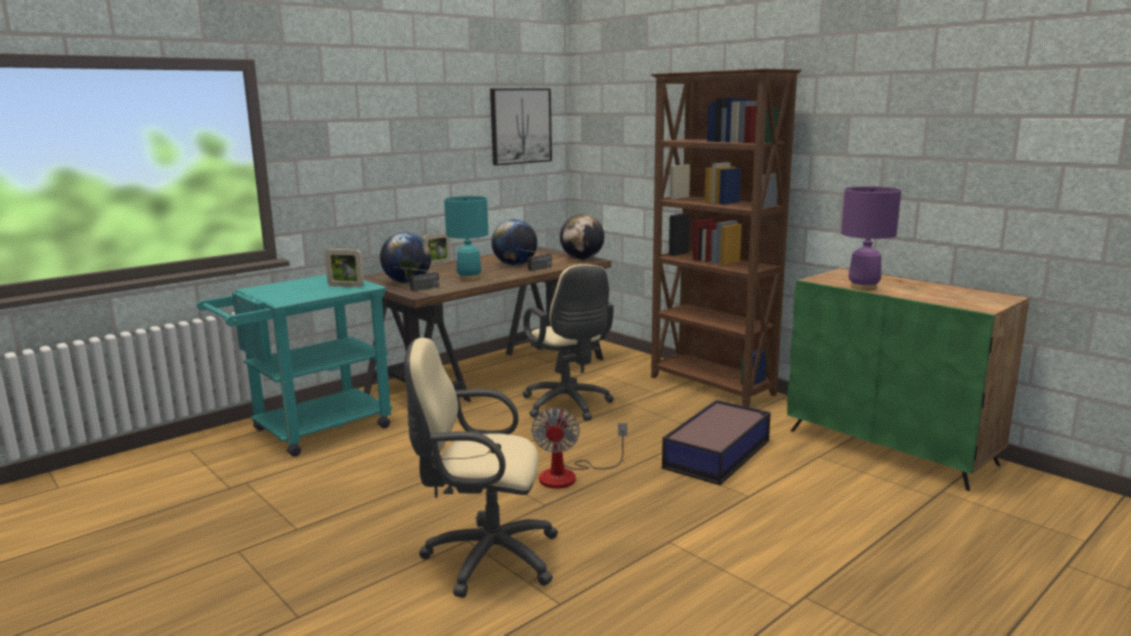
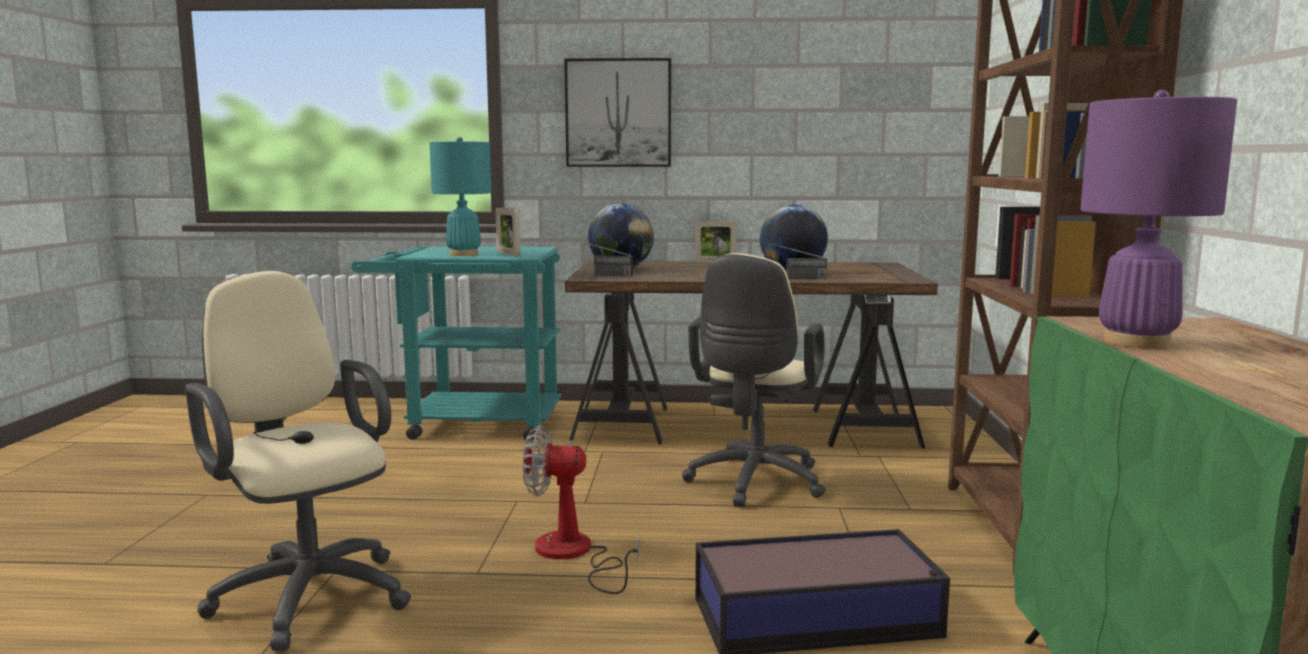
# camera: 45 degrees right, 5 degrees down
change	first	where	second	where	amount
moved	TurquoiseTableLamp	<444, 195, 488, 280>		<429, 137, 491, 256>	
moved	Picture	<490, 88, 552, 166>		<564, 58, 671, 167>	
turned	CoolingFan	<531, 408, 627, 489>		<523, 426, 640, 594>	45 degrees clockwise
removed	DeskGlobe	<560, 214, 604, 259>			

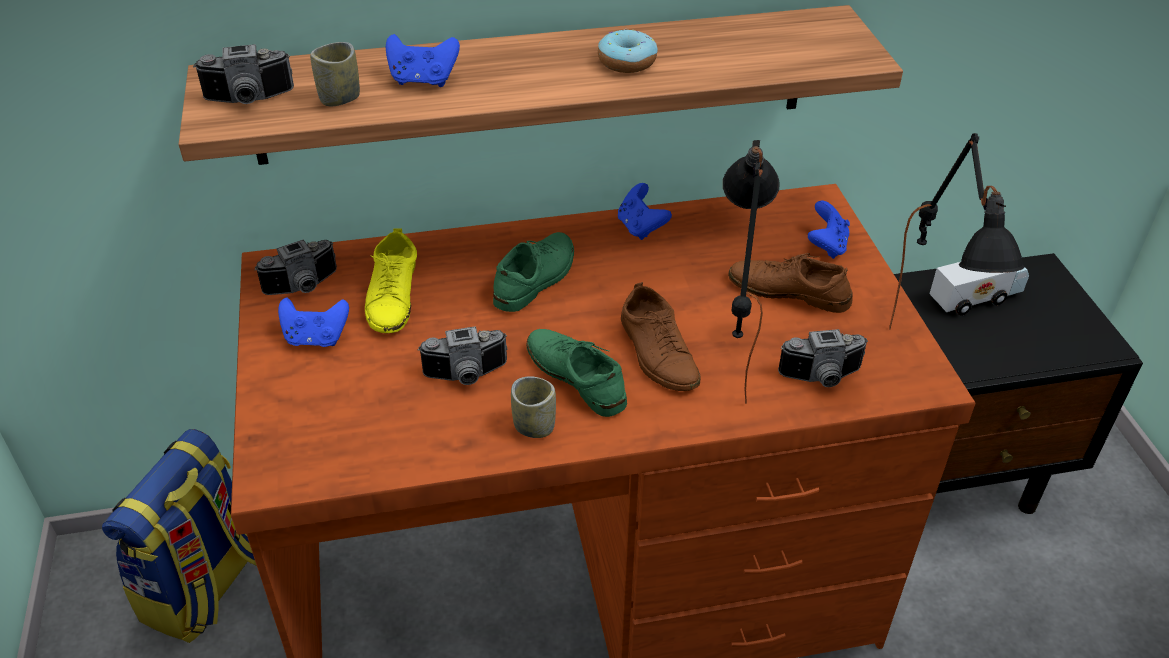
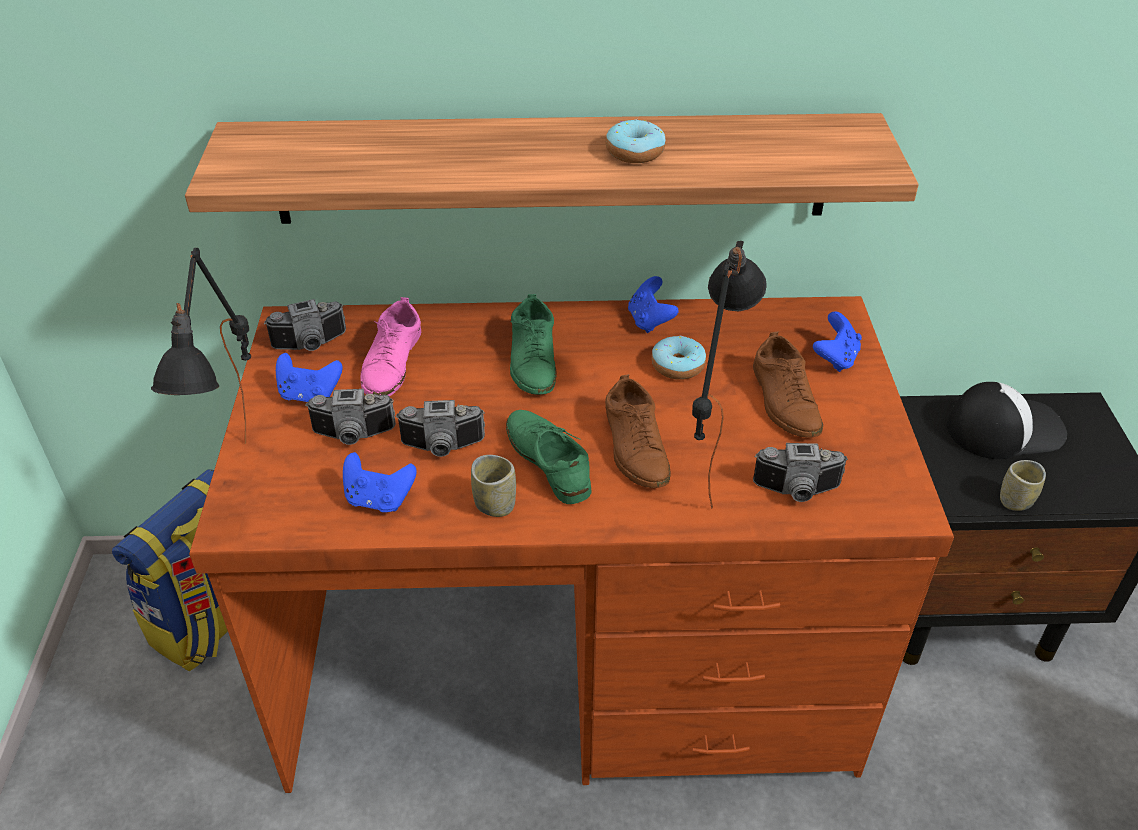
# camera: 10 degrees right, 0 degrees up
change	first	where	second	where	amount
moved	PhotoCamera	<193, 44, 294, 104>		<305, 389, 396, 445>	
moved	DrinkingCup	<310, 42, 360, 106>		<1000, 460, 1046, 511>	
recoloured	YellowShoe	<365, 228, 417, 333>	PinkishShoe	<361, 297, 421, 396>	
moved	BluishJoypad	<386, 34, 460, 87>		<343, 452, 417, 512>	
turned	GreenShoe	<493, 232, 574, 312>		<510, 294, 556, 395>	135 degrees clockwise
turned	BrownShoe	<728, 253, 853, 313>		<753, 331, 823, 438>	135 degrees counterclockwise
moved	BlackishTableLamp	<889, 133, 1025, 329>		<151, 248, 251, 444>	
replaced	ToyTruck	<929, 262, 1029, 316>	BaseballCap	<947, 382, 1067, 459>	
added			Donut	<651, 335, 706, 380>	

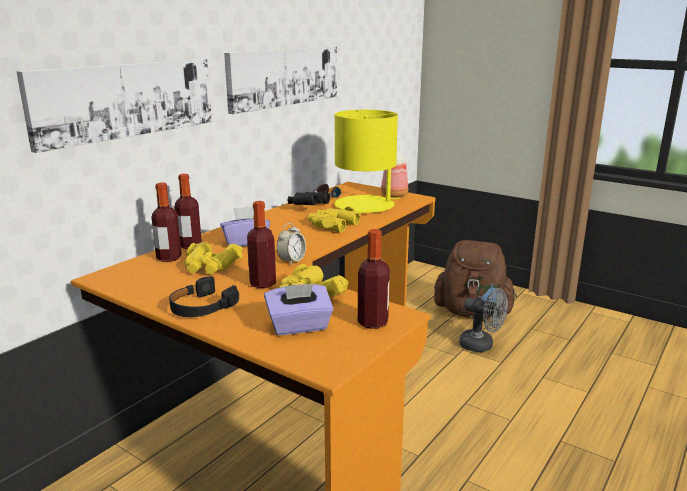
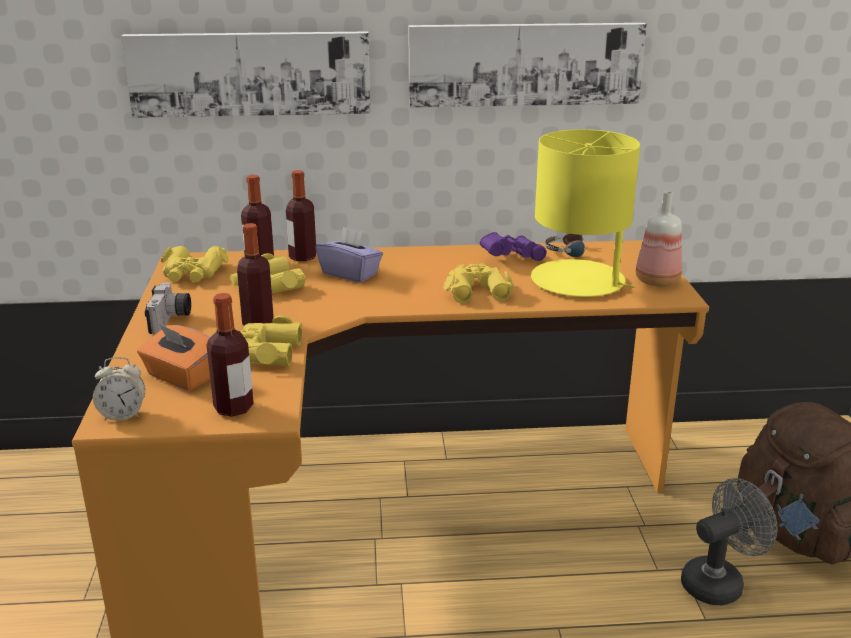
# camera: 50 degrees right, 5 degrees up
change	first	where	second	where	amount
replaced	BlackishHeadphones	<169, 276, 239, 317>	PhotoCamera	<145, 282, 191, 334>	
recoloured	PurplishBoxOfTissues	<264, 284, 333, 335>	OrangeyBoxOfTissues	<137, 323, 210, 390>	
moved	BedsideClock	<277, 223, 306, 265>		<93, 357, 145, 421>	
recoloured	BlackishFieldGlasses	<288, 192, 330, 205>	PurplishFieldGlasses	<480, 232, 547, 261>	
turned	GrayCoolingFan	<459, 288, 508, 352>		<681, 478, 778, 605>	105 degrees counterclockwise
added			YellowFieldGlasses	<161, 246, 229, 282>	

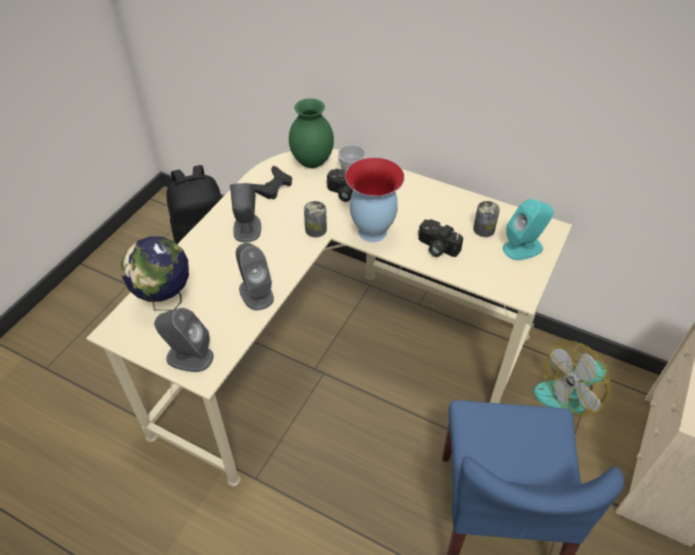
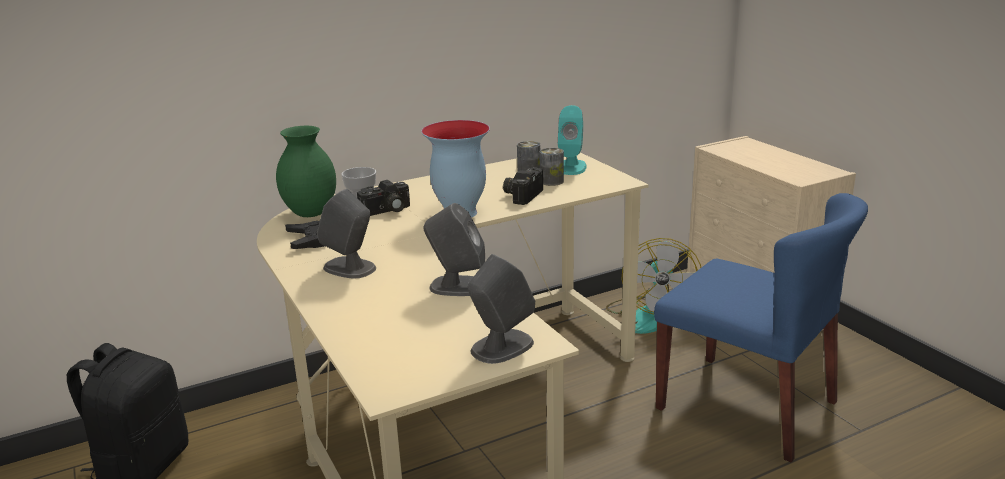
# camera: 55 degrees left, 25 degrees down
change	first	where	second	where	amount
removed	DeskGlobe	<121, 236, 189, 311>			
moved	Can	<304, 201, 327, 237>		<540, 148, 564, 186>	
turned	PhotoCamera	<418, 219, 463, 257>		<503, 167, 543, 205>	135 degrees clockwise

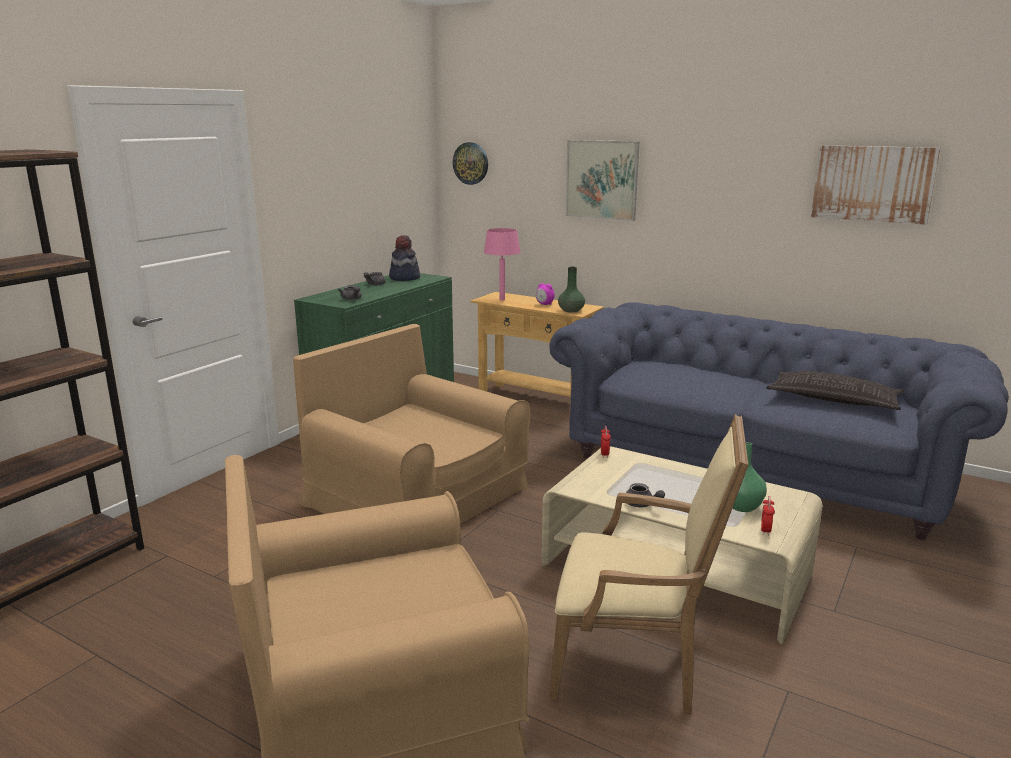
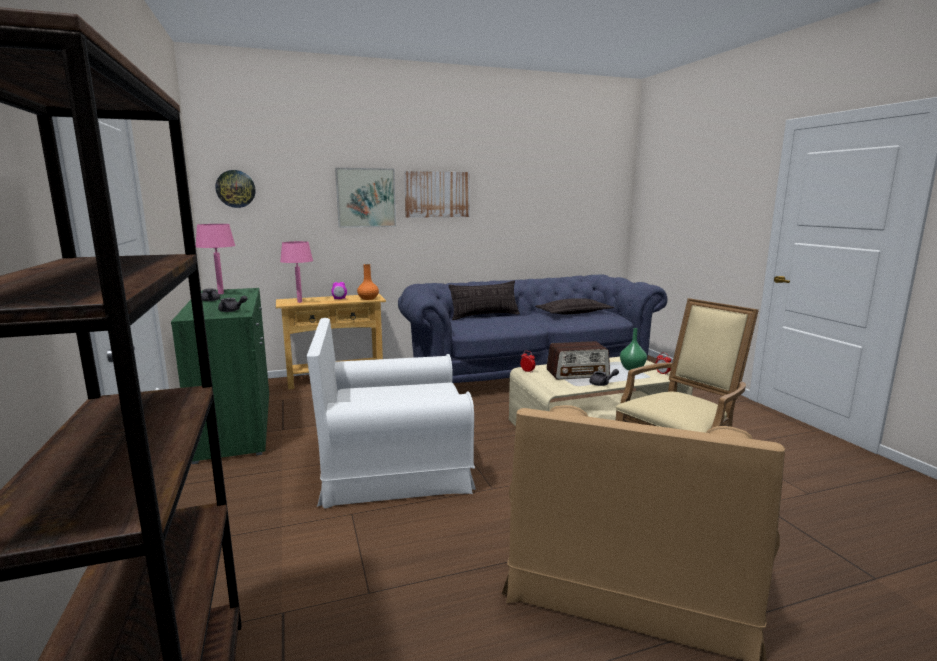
# camera: 50 degrees left, 5 degrees down
change	first	where	second	where	amount
recoloured	BrownLoungeChair	<293, 324, 530, 524>	WhiteColouredLoungeChair	<307, 318, 476, 509>	
replaced	WearableHat	<389, 235, 420, 281>	PinkishTableLamp	<196, 224, 235, 294>	
recoloured	GreenFlowerVase	<558, 267, 585, 313>	OrangeyFlowerVase	<357, 264, 379, 300>	
moved	Picture	<811, 145, 941, 225>		<404, 171, 470, 218>	
added			Cushion	<449, 280, 520, 320>	
added			Radio	<546, 341, 610, 380>	

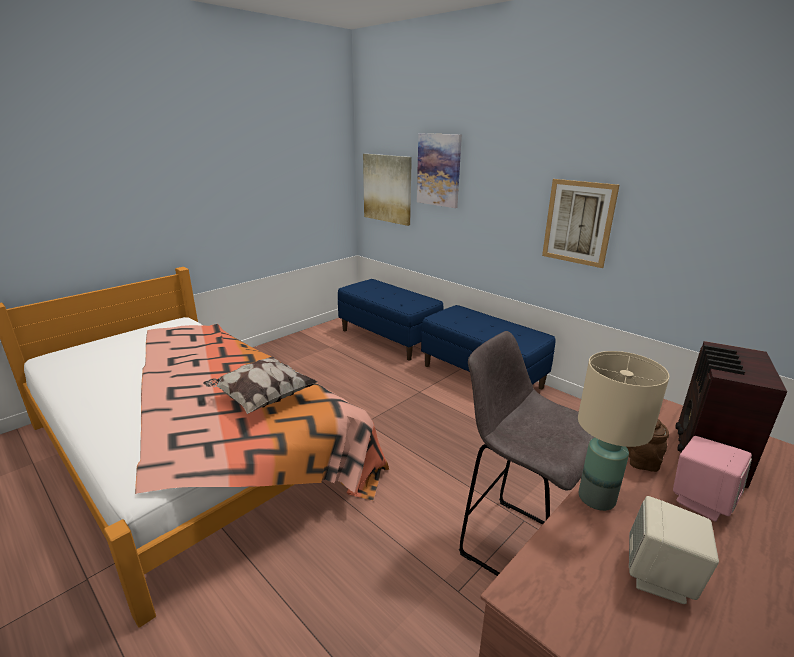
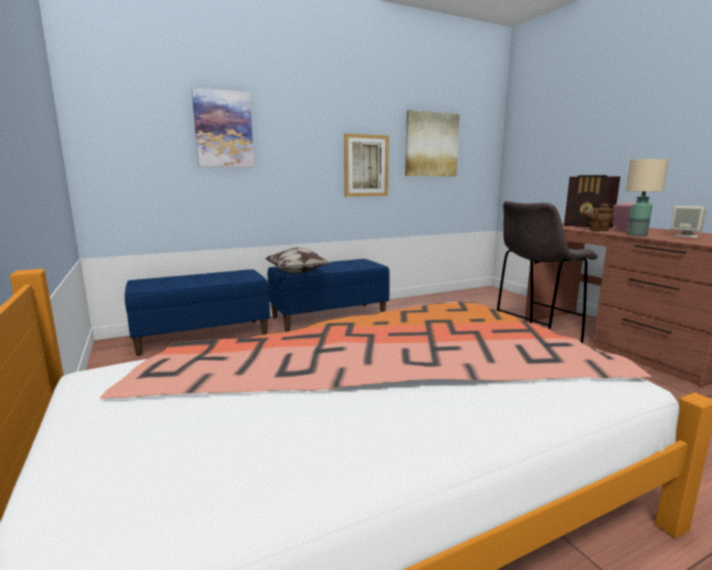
# camera: 70 degrees left, 10 degrees down
change	first	where	second	where	amount
moved	Cushion	<203, 356, 318, 414>		<265, 247, 331, 274>	
moved	Picture	<363, 154, 412, 226>		<405, 110, 460, 176>	

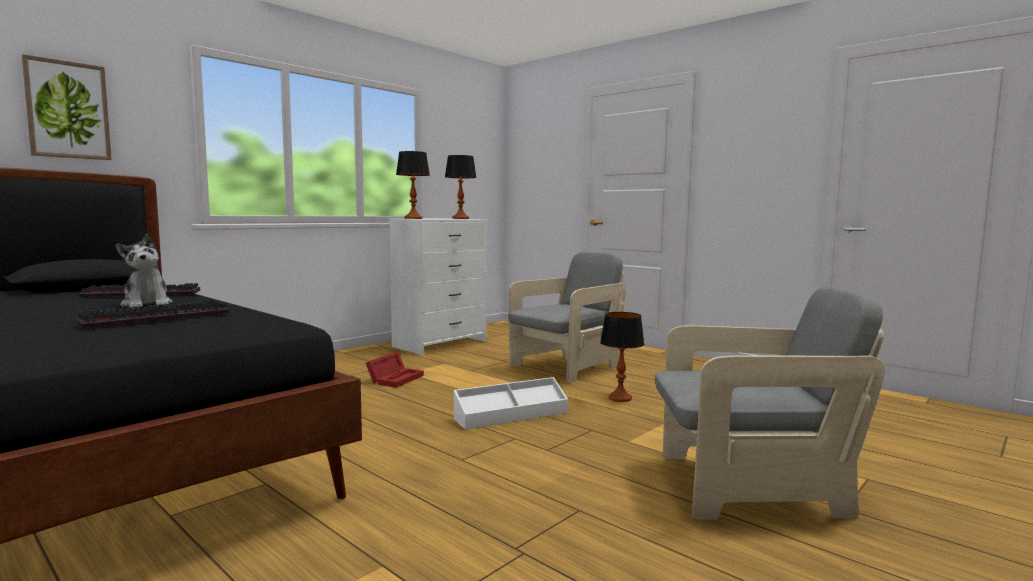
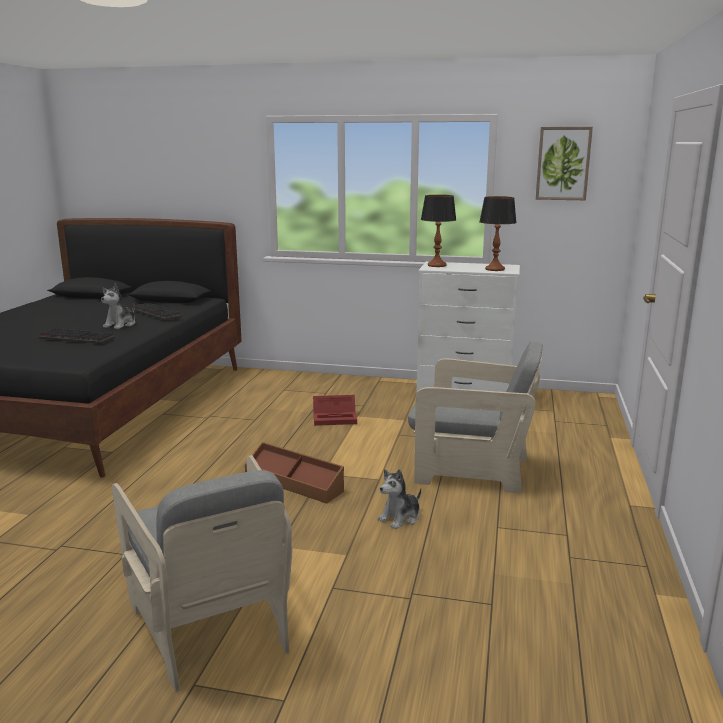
# camera: 60 degrees right, 10 degrees up
change	first	where	second	where	amount
moved	Picture	<22, 54, 112, 160>		<536, 127, 593, 200>	
recoloured	WhiteColouredStorageBox	<454, 377, 568, 429>	BrownStorageBox	<245, 442, 344, 504>	
replaced	TableLamp	<600, 312, 644, 402>	CuddlyToy	<378, 469, 421, 529>	

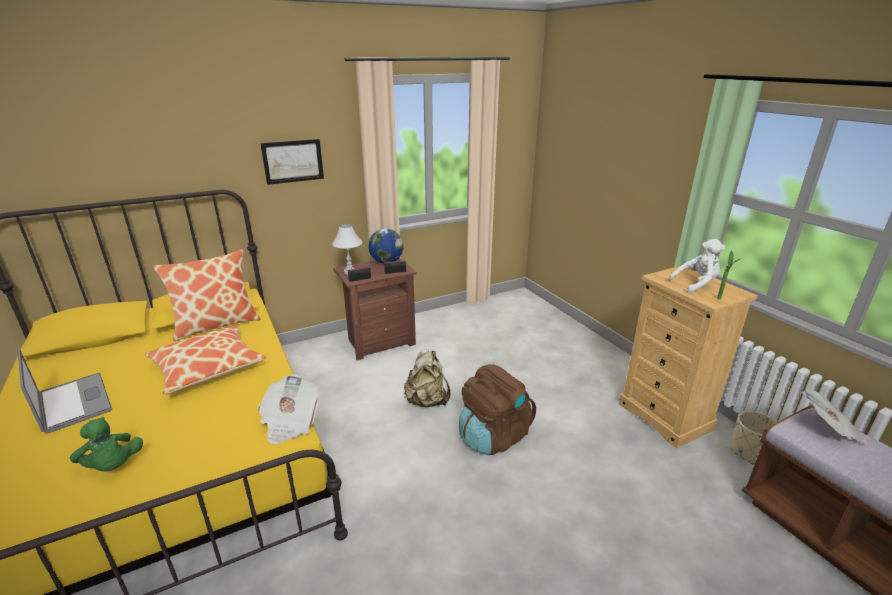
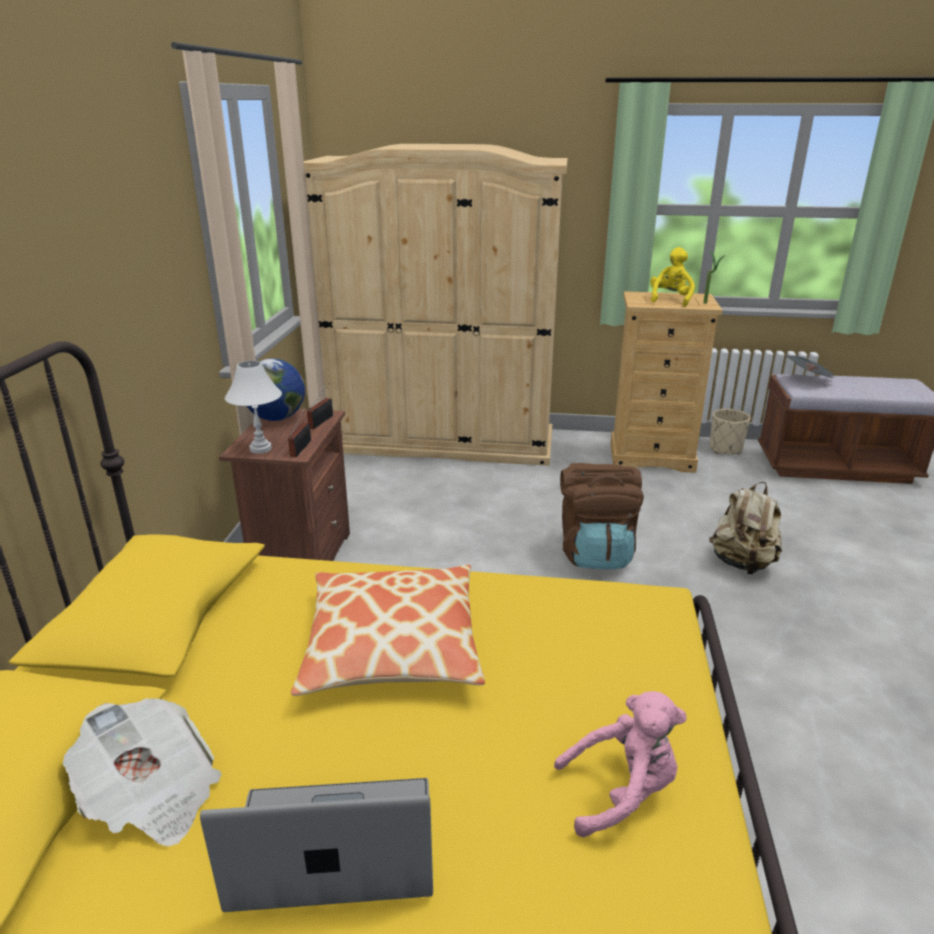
# camera: 55 degrees left, 0 degrees up
change	first	where	second	where	amount
recoloured	GreenCuddlyToy	<69, 417, 143, 472>	PinkishCuddlyToy	<554, 691, 687, 837>	
removed	Cushion	<153, 249, 260, 341>			
moved	DailyPaper	<258, 374, 320, 444>		<63, 698, 222, 847>	
removed	Picture	<260, 139, 324, 185>			
moved	BeigeColouredBackpack	<404, 349, 451, 407>		<709, 482, 782, 574>	
recoloured	WhiteColouredCuddlyToy	<669, 239, 725, 294>	YellowCuddlyToy	<650, 247, 695, 307>	
added			BeigeColouredWardrobe	<303, 144, 568, 466>	

